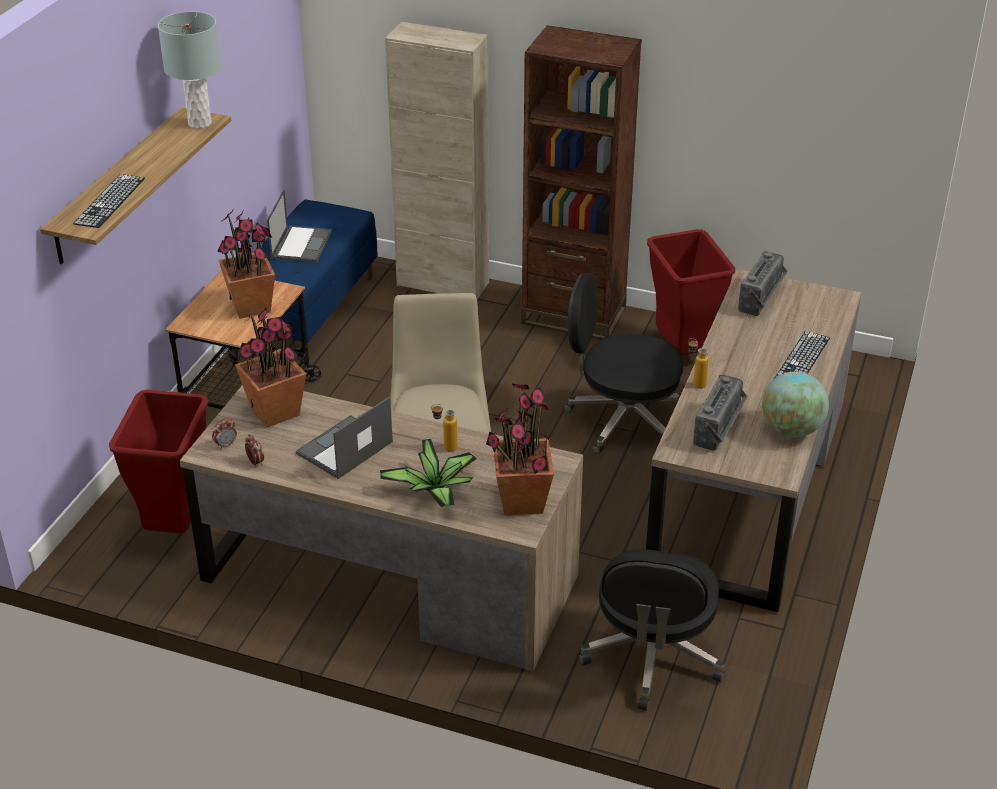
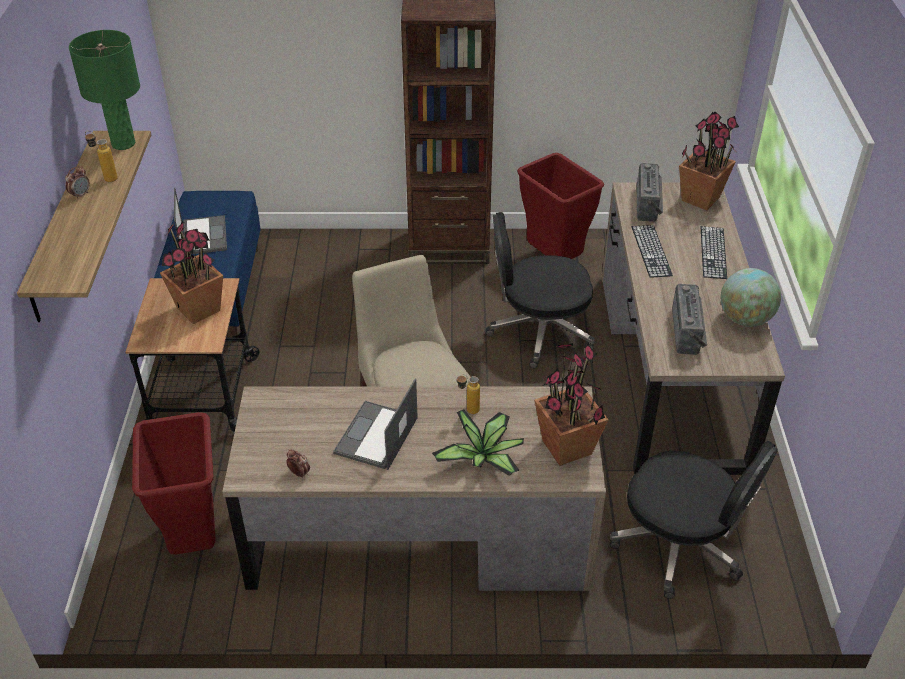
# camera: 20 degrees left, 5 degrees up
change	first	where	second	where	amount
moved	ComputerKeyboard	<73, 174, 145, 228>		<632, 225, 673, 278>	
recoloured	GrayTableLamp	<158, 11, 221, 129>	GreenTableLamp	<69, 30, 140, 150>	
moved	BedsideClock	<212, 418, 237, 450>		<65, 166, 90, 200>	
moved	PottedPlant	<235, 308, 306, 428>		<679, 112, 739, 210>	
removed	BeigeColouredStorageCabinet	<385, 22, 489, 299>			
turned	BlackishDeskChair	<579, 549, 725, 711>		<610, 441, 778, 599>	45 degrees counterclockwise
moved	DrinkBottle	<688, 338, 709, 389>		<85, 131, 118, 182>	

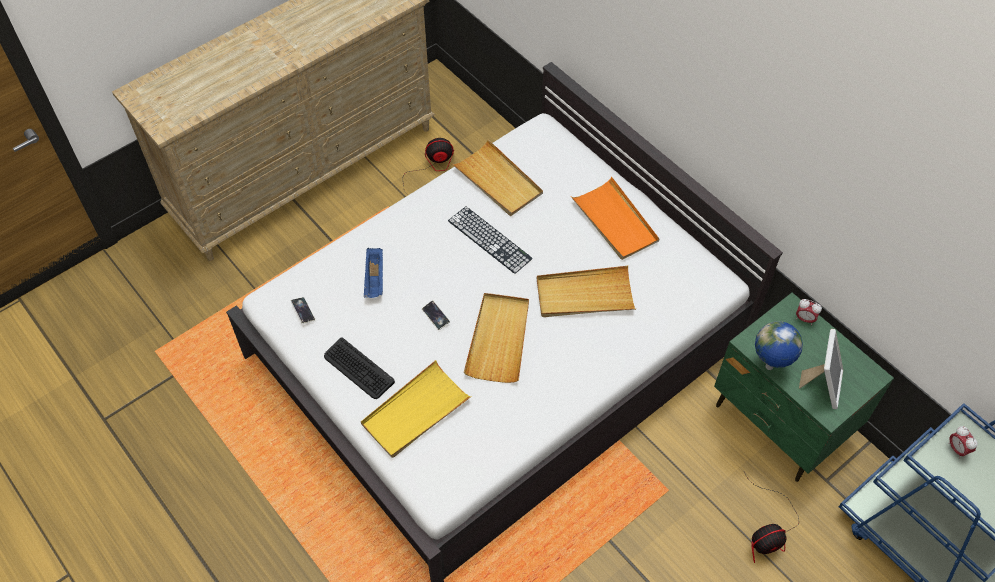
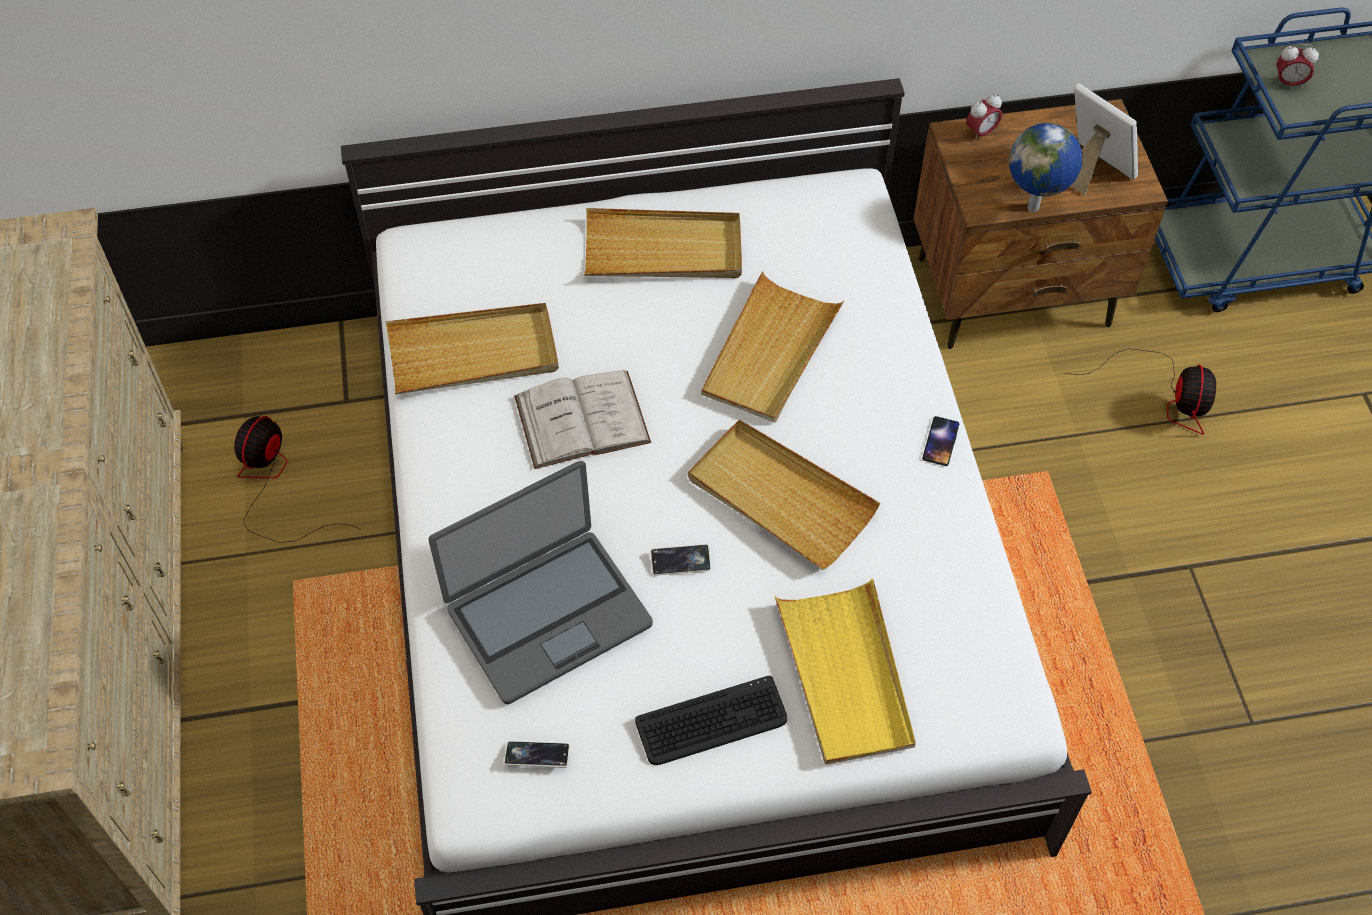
# camera: 60 degrees left, 0 degrees up
change	first	where	second	where	amount
replaced	BluishCarryingTray	<364, 248, 383, 298>	PortableComputer	<429, 461, 653, 704>	
replaced	ComputerKeyboard	<448, 206, 533, 274>	WhiteColouredBook	<514, 370, 651, 469>	
recoloured	OrangeyCarryingTray	<571, 177, 659, 260>	BeigeColouredCarryingTray	<584, 208, 742, 278>	
recoloured	GreenBedsideTable	<714, 293, 894, 482>	BrownBedsideTable	<913, 99, 1168, 349>	
added			Handset	<922, 416, 959, 466>	

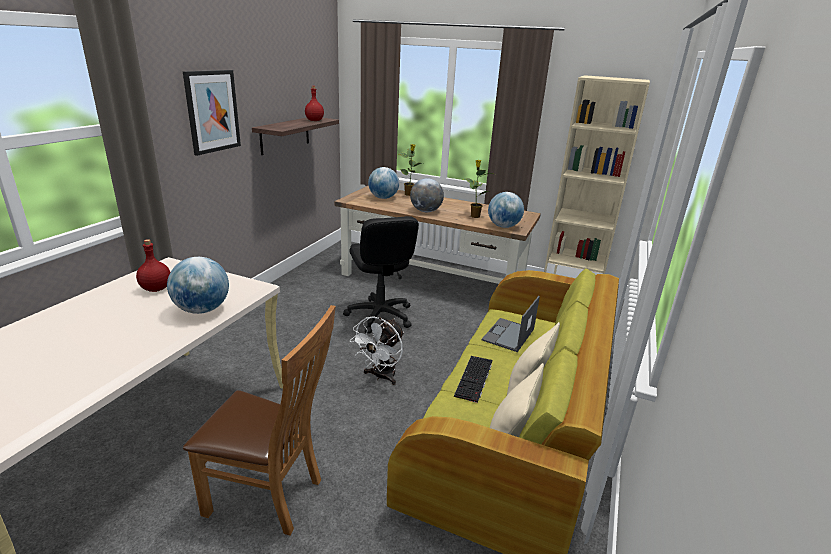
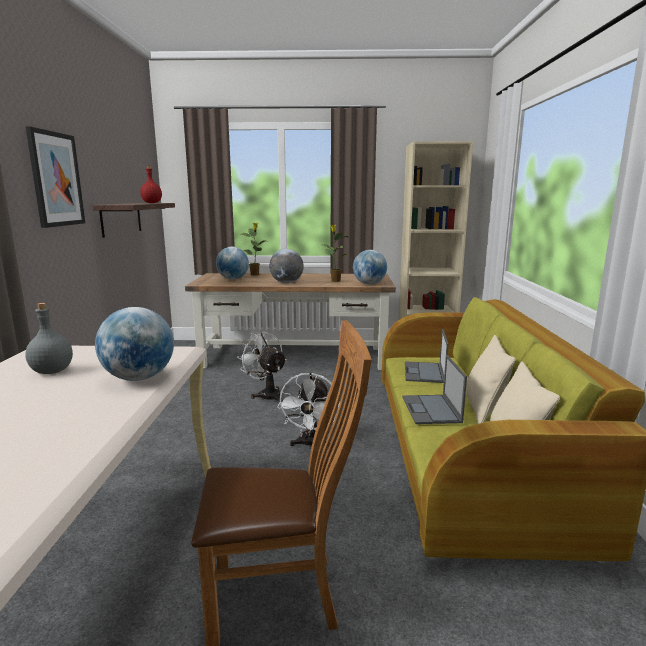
# camera: 20 degrees left, 10 degrees down
change	first	where	second	where	amount
recoloured	ReddishDrinkBottle	<136, 239, 170, 292>	GrayDrinkBottle	<25, 303, 73, 374>	
replaced	BlackishDeskChair	<343, 216, 419, 334>	WhiteColouredCoolingFan	<237, 331, 287, 403>	
replaced	ComputerKeyboard	<454, 356, 492, 403>	PortableComputer	<402, 355, 467, 424>	

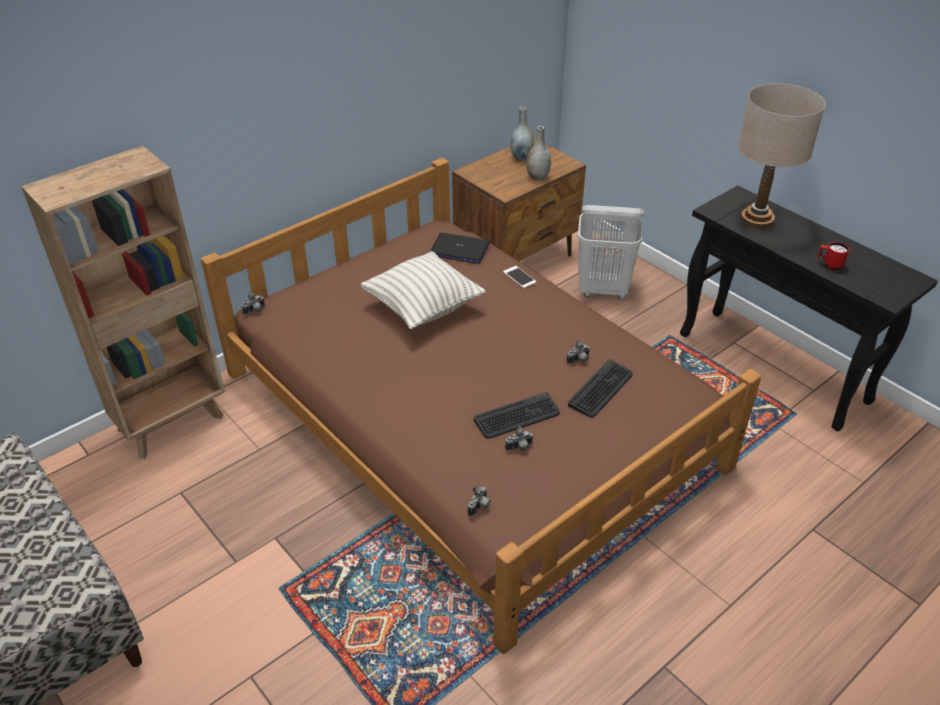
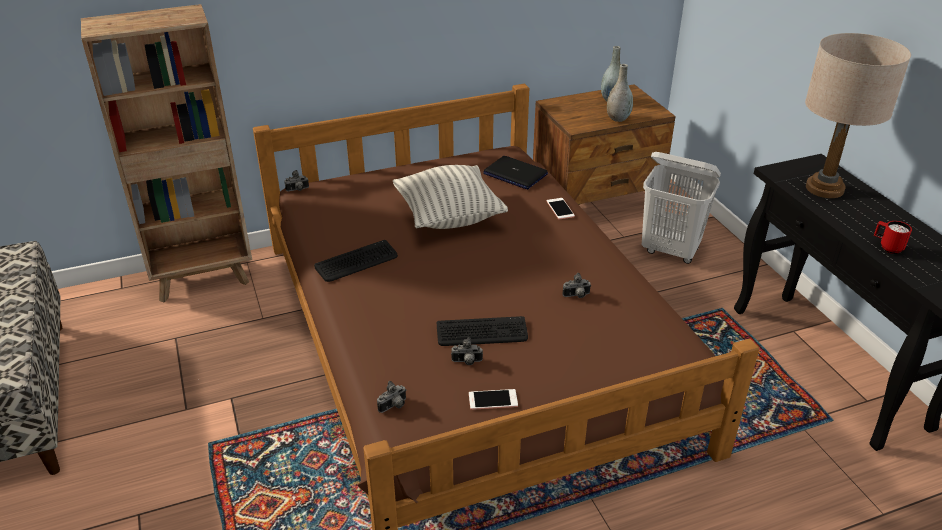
# camera: 20 degrees right, 5 degrees down
change	first	where	second	where	amount
moved	ComputerKeyboard	<568, 359, 633, 418>		<314, 240, 398, 282>	
added			Handset	<469, 389, 518, 410>	

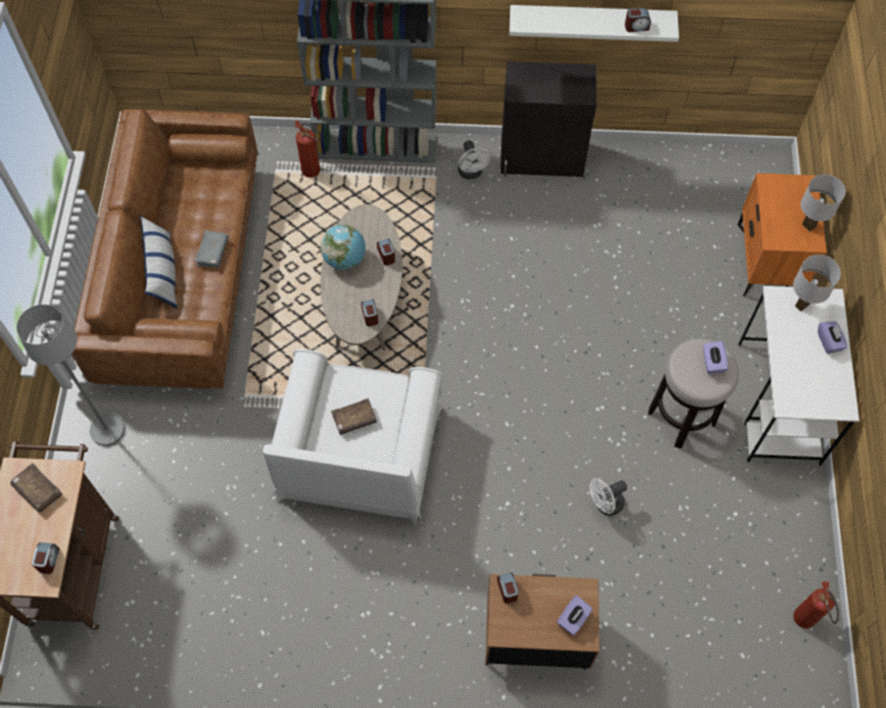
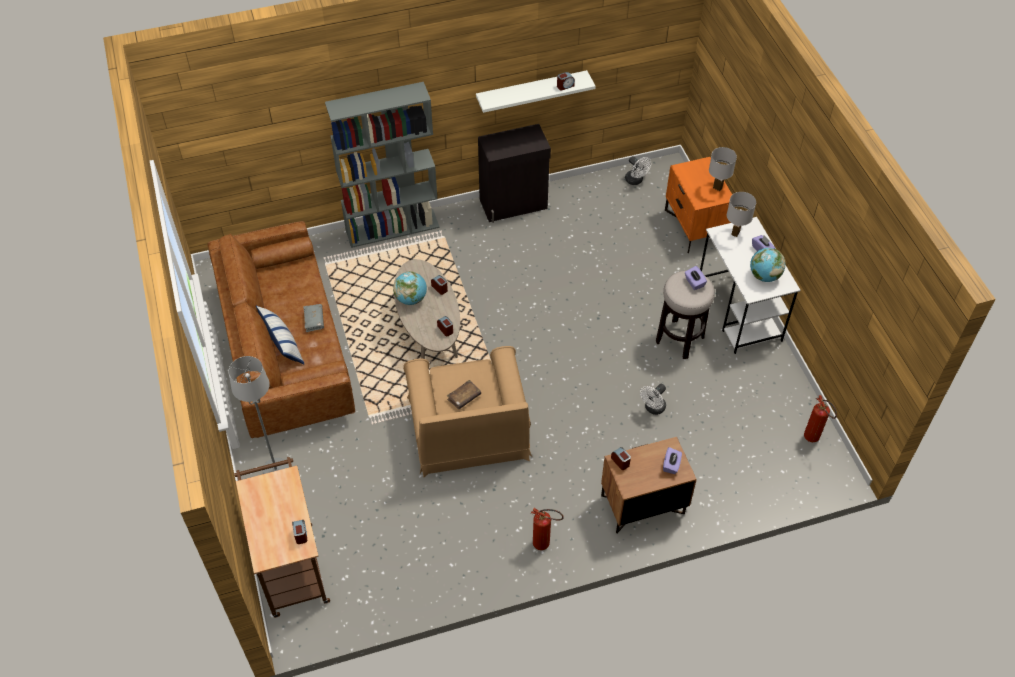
# camera: 20 degrees left, 10 degrees down
change	first	where	second	where	amount
removed	BrownBook	<10, 463, 63, 512>			
recoloured	WhiteColouredLoungeChair	<263, 349, 444, 524>	BrownLoungeChair	<403, 346, 532, 478>	
moved	FireFightingCylinder	<294, 120, 321, 178>		<531, 508, 564, 550>	
moved	WhiteColouredCoolingFan	<458, 140, 490, 179>		<625, 156, 651, 185>	
added			DeskGlobe	<750, 248, 785, 282>	

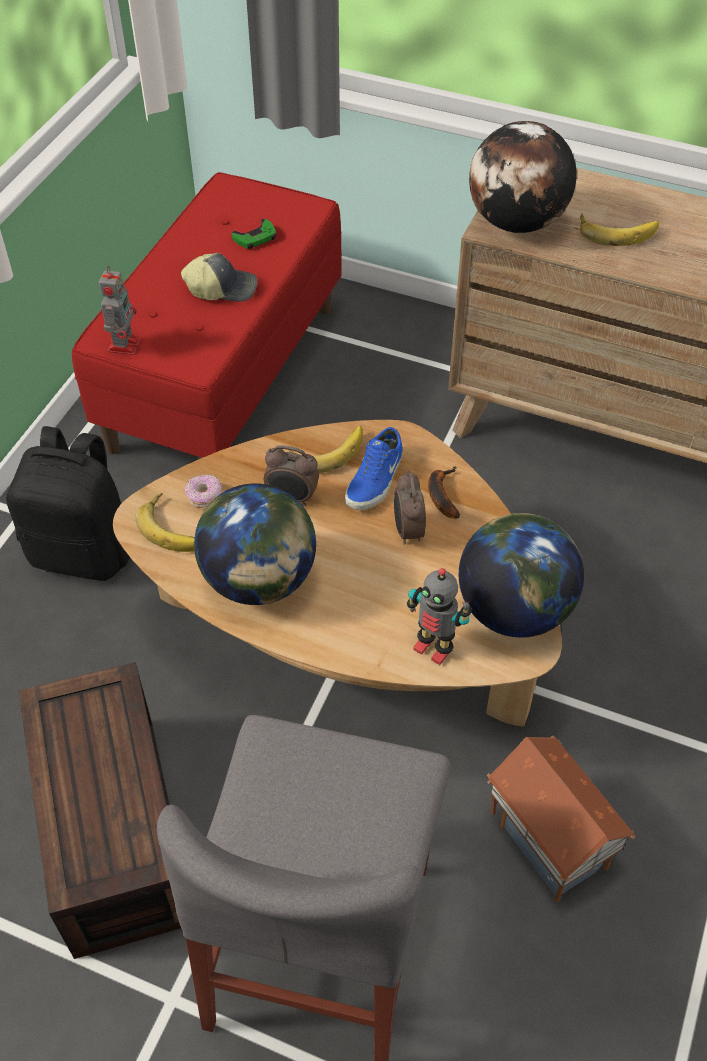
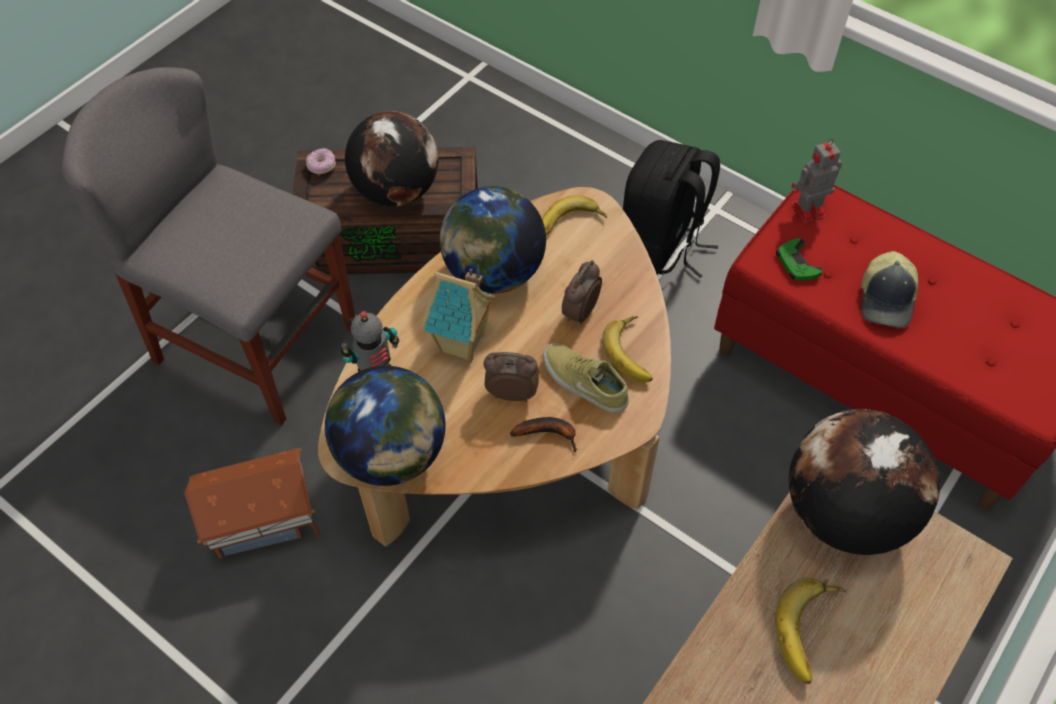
# camera: 105 degrees right, 5 degrees up
change	first	where	second	where	amount
turned	RobotFigure	<99, 266, 140, 355>		<792, 139, 842, 223>	135 degrees clockwise
moved	Donut	<185, 475, 222, 508>		<306, 148, 336, 174>	
moved	GreenJoypad	<232, 219, 276, 249>		<776, 238, 823, 280>	
recoloured	BluishShoe	<345, 427, 403, 510>	BeigeColouredShoe	<543, 343, 629, 413>	
added			DeskGlobe	<345, 111, 439, 207>	
added			ModelHouse	<421, 269, 495, 362>	

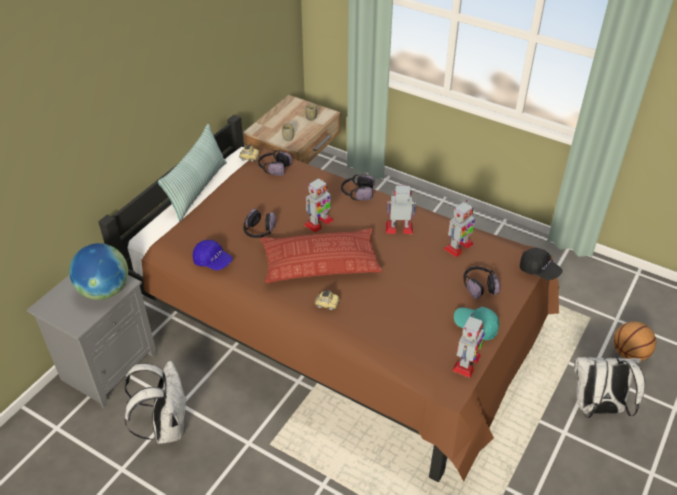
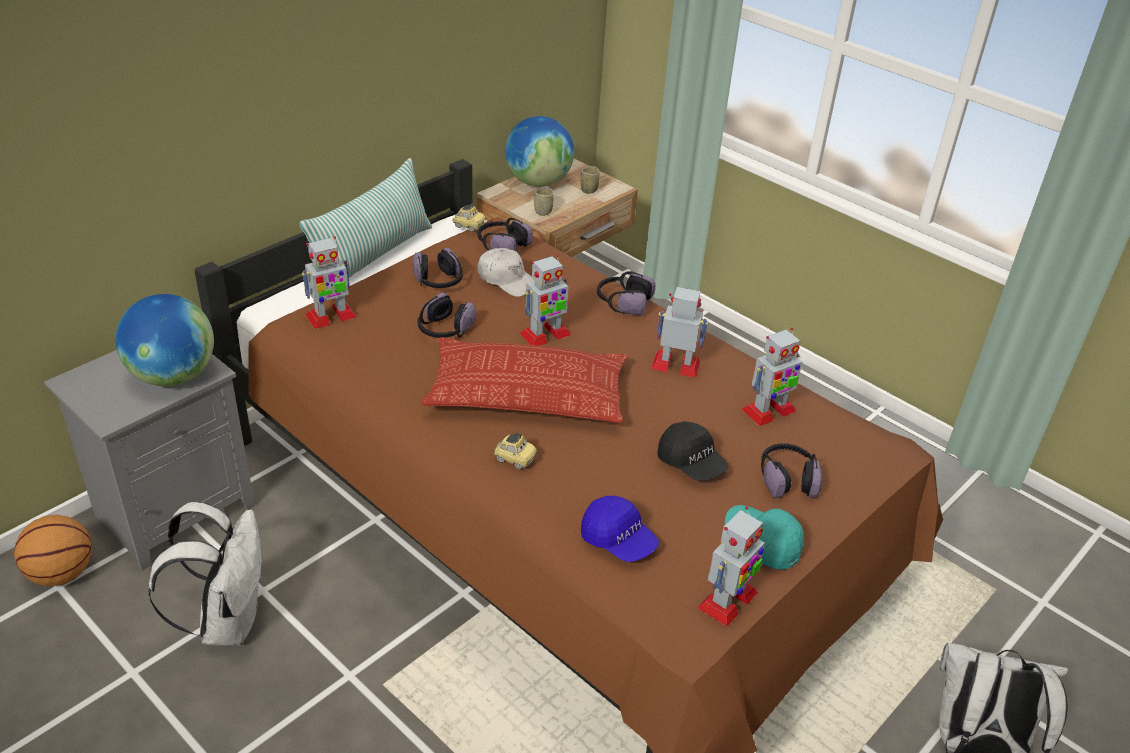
# camera: 10 degrees right, 5 degrees down
change	first	where	second	where	amount
moved	BluishBaseballCap	<193, 240, 233, 271>		<581, 496, 659, 562>	
moved	BlackishBaseballCap	<520, 248, 563, 280>		<657, 421, 728, 481>	
moved	BallForBasketball	<613, 322, 657, 361>		<14, 515, 92, 586>	
added			RobotFigure	<302, 236, 356, 329>	
added			Headphones	<412, 247, 463, 288>	
added			WhiteColouredBaseballCap	<477, 248, 535, 297>	
added			DeskGlobe	<505, 116, 574, 187>	

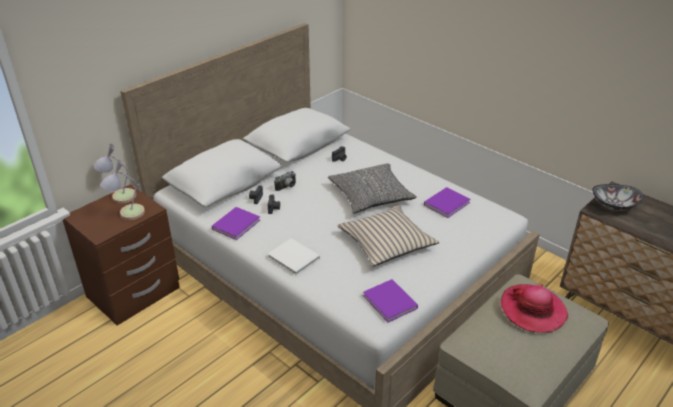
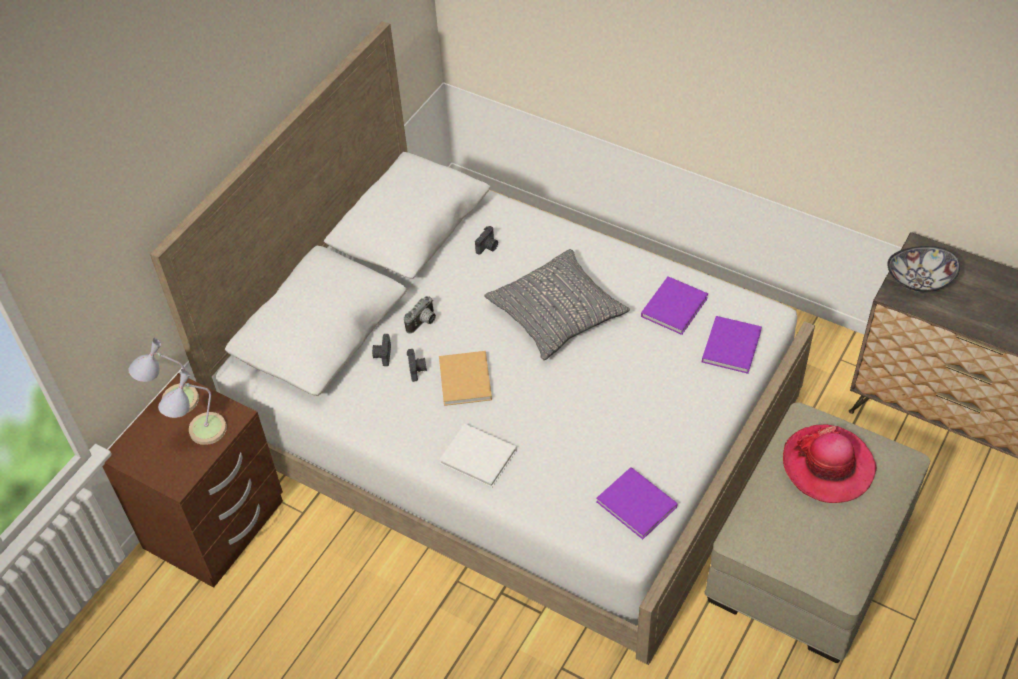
# camera: 10 degrees left, 15 degrees up
change	first	where	second	where	amount
moved	PurplishBook	<212, 207, 260, 240>		<702, 316, 762, 374>	
removed	BeigeColouredCushion	<337, 205, 439, 266>			
added			BeigeColouredBook	<439, 351, 492, 406>	

